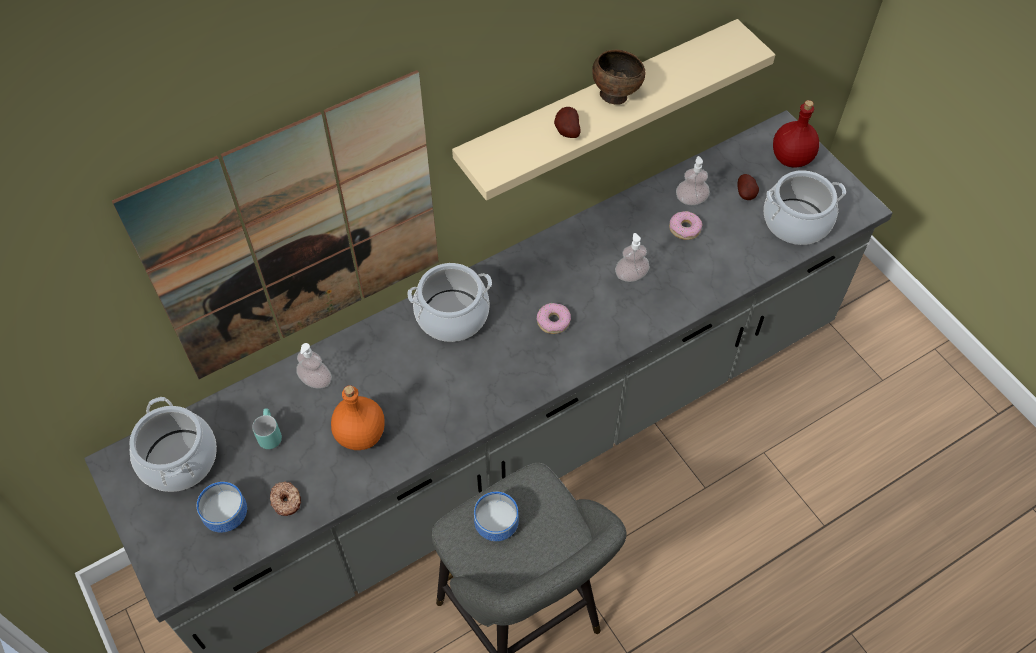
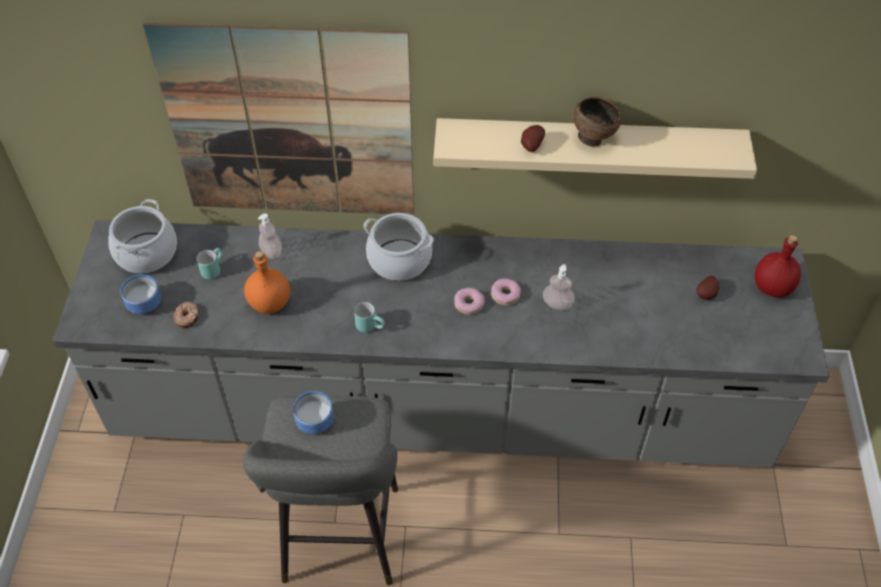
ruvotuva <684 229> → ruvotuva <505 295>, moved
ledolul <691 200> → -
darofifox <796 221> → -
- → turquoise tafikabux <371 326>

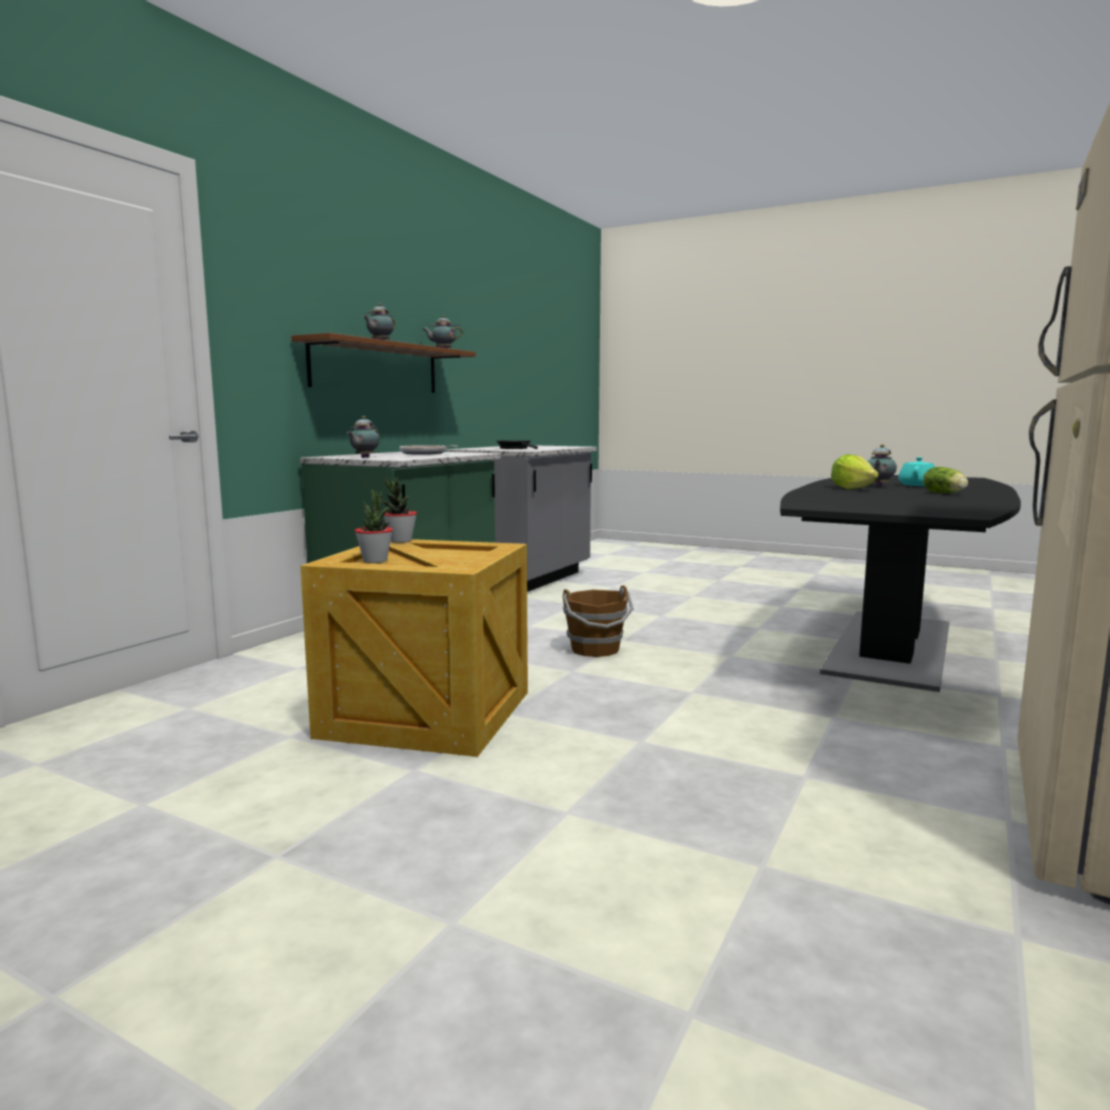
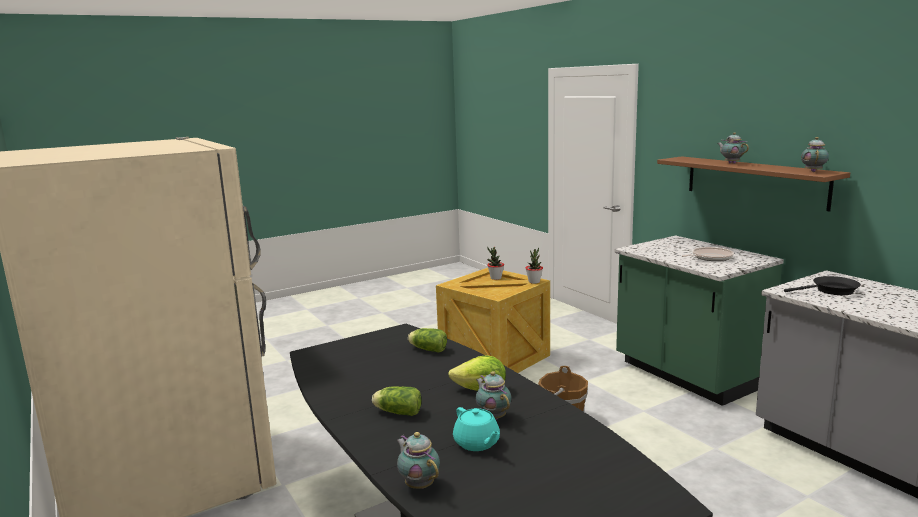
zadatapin <364 458> → zadatapin <418 485>, moved
- → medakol <427 349>

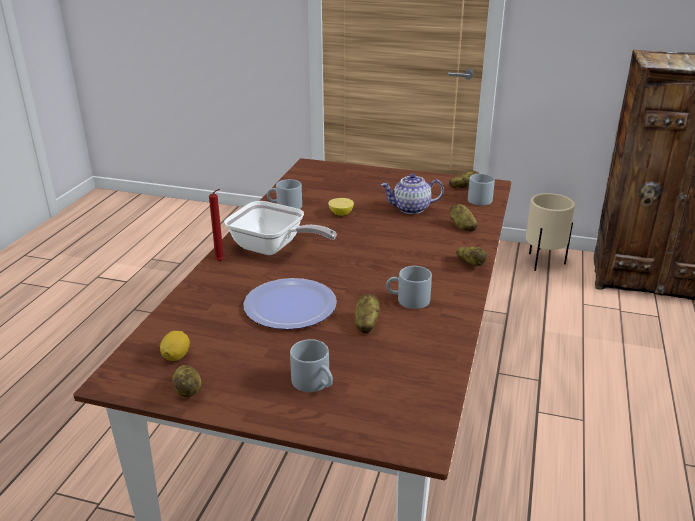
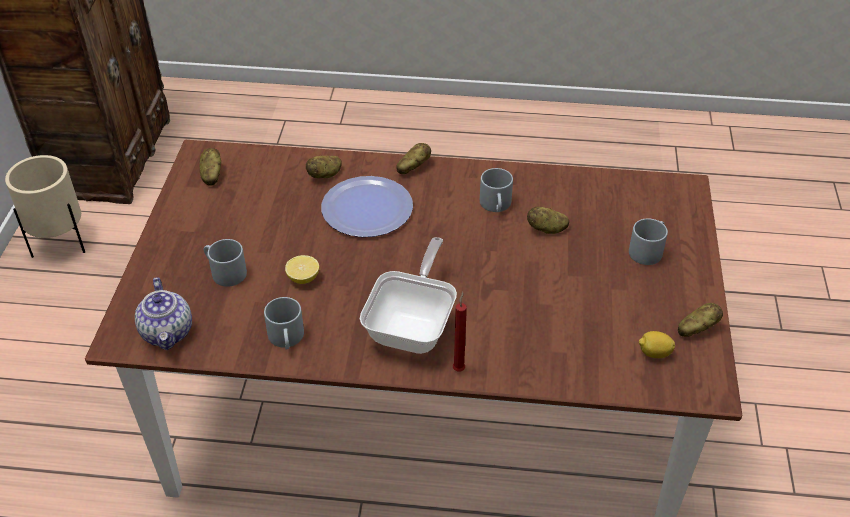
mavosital <290 305> → mavosital <367 208>, moved
zadatapin <411 209> → zadatapin <168 333>, moved
grey tafikabux <482 199> → grey tafikabux <224 272>, moved

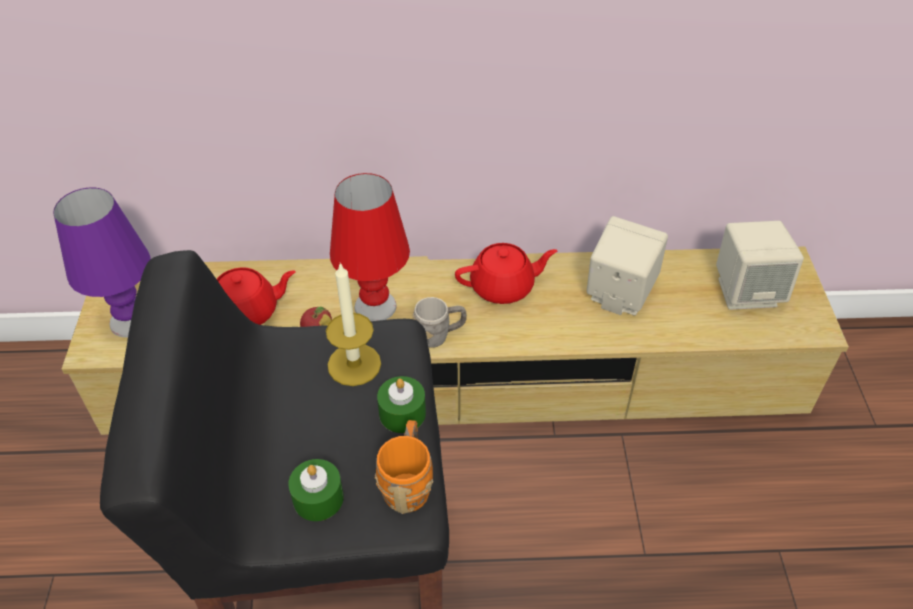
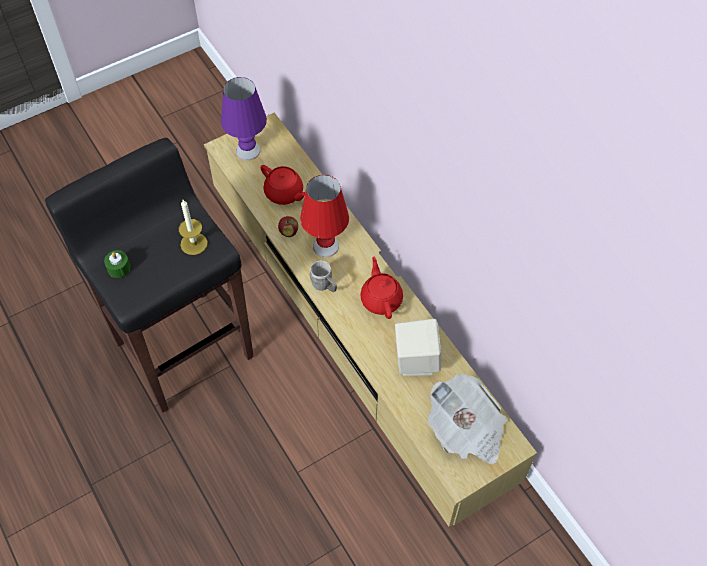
orange tafikabux <408 482> → -
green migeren <402 413> → -
red zadatapin <503 287> → red zadatapin <381 299>, 150 degrees counterclockwise
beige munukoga <747 292> → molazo <466 430>

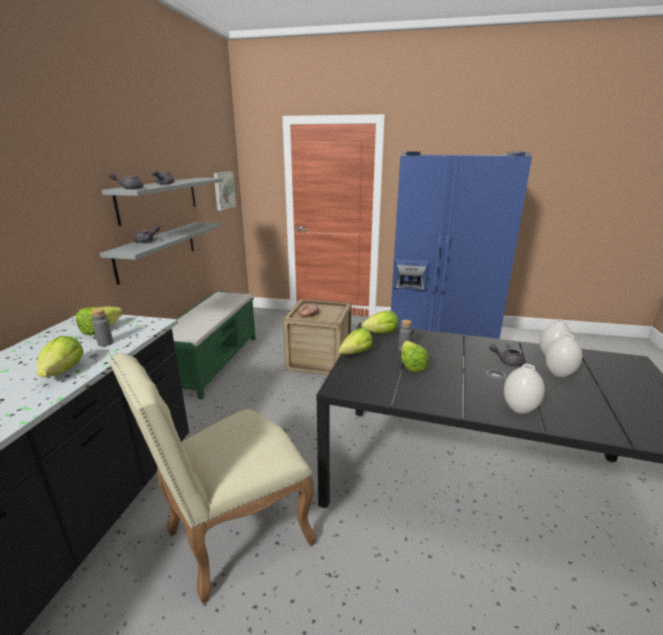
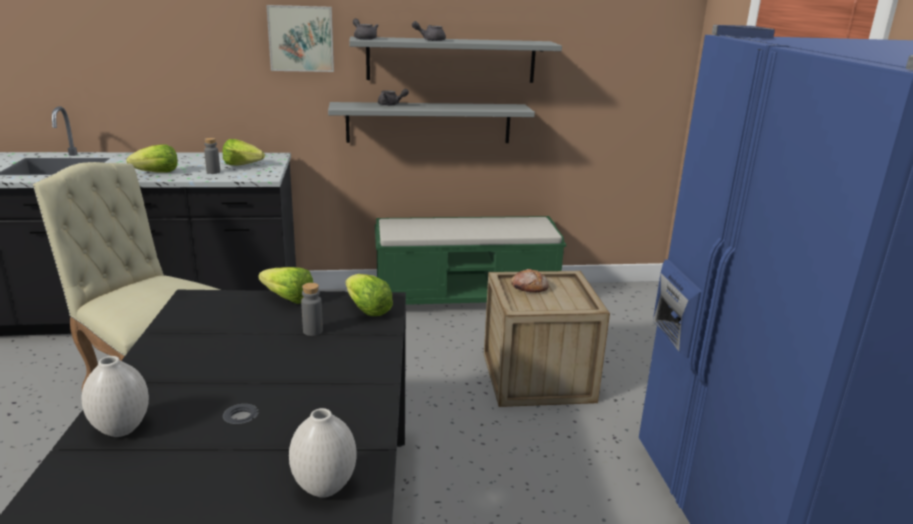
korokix <223 190> → korokix <301 38>, moved
medakol <411 364> → -
grey zadatapin <507 361> → -
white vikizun <558 373> → -

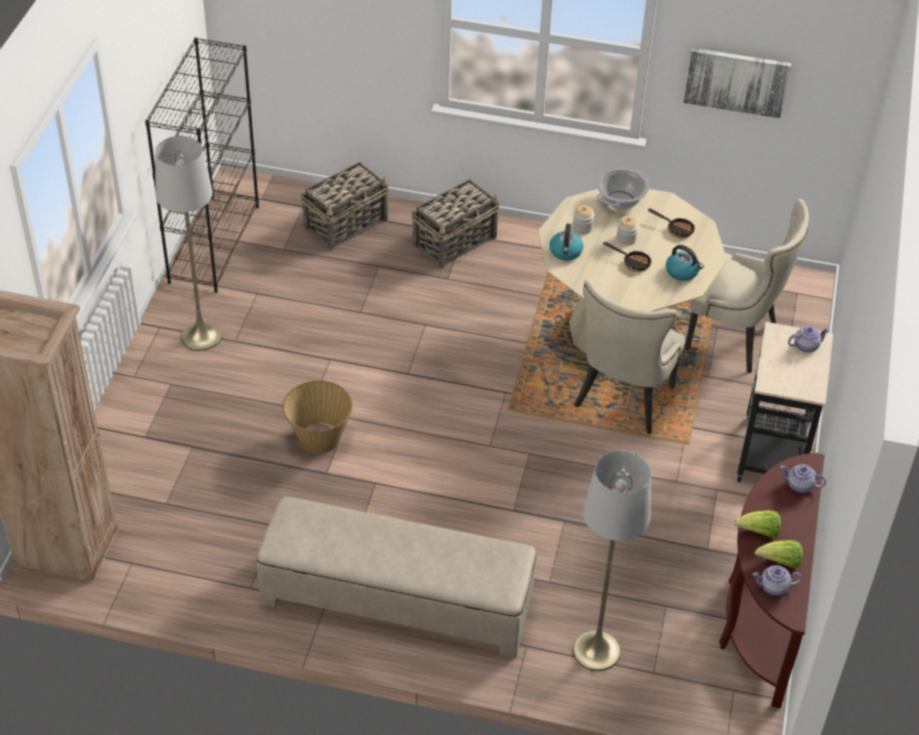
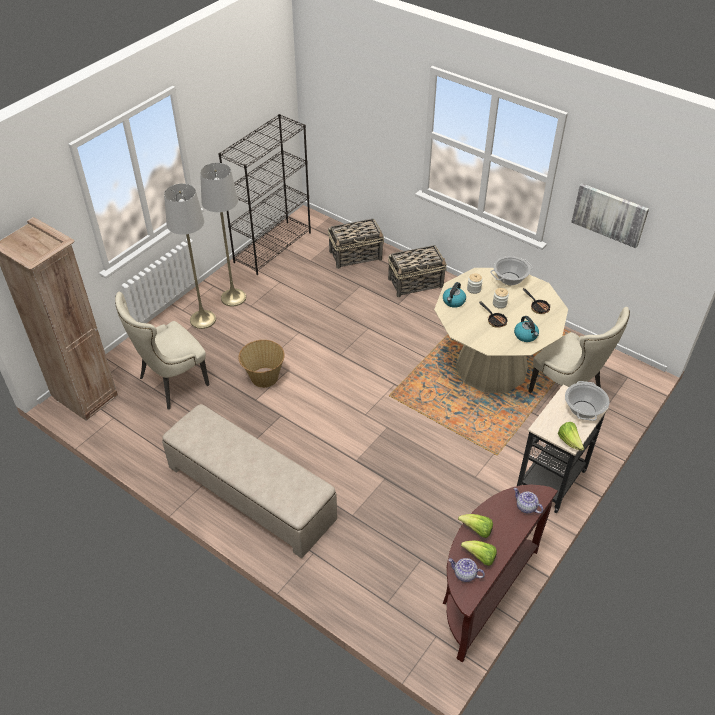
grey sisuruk <596 651> → grey sisuruk <203 319>, moved
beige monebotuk <623 399> → beige monebotuk <172 383>, moved
zadatapin <806 346> → darofifox <583 409>
- → medakol <569 441>

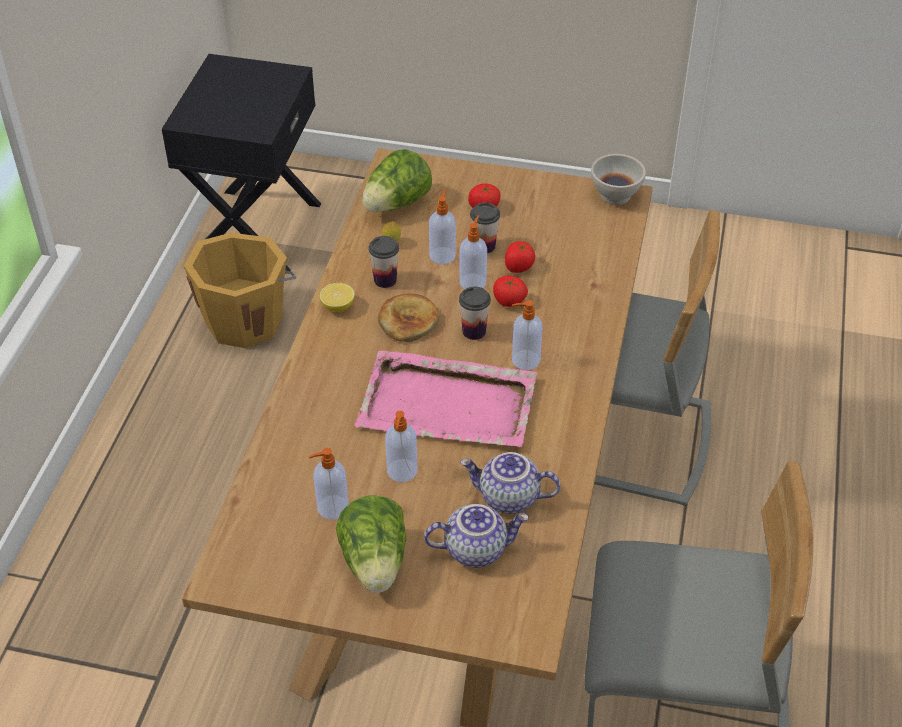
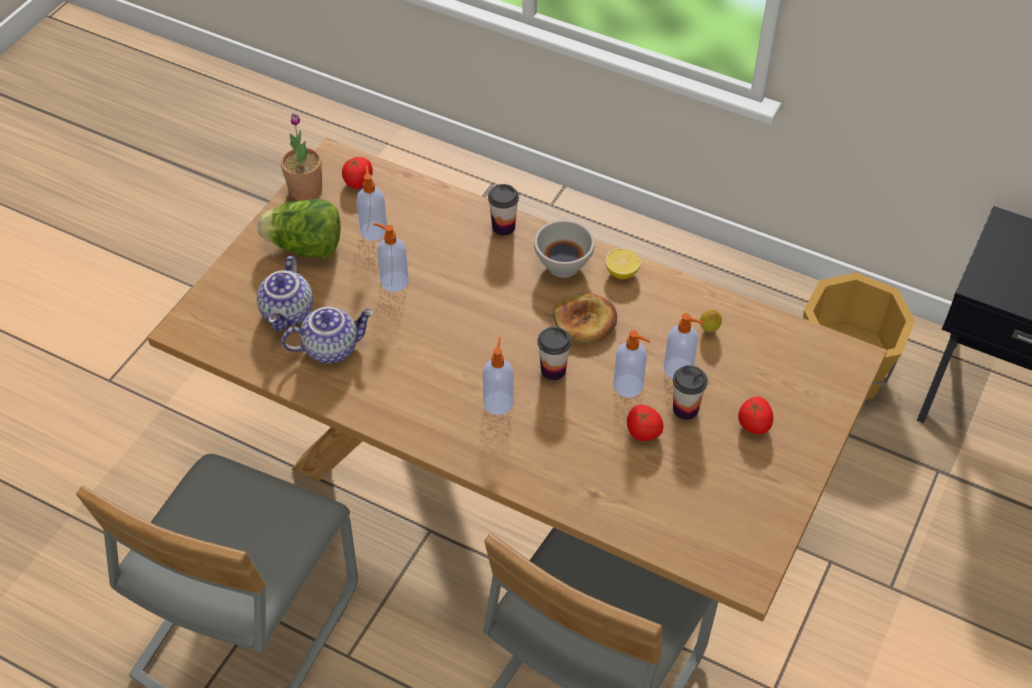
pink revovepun <449 404> → -
medakol <396 204> → -
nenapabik <385 280> → nenapabik <503 227>, moved
zadatapin <508 498> → zadatapin <331 347>, 45 degrees clockwise
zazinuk <508 301> → zazinuk <358 182>, moved
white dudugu <616 195> → white dudugu <563 266>, moved
- → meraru <305 190>

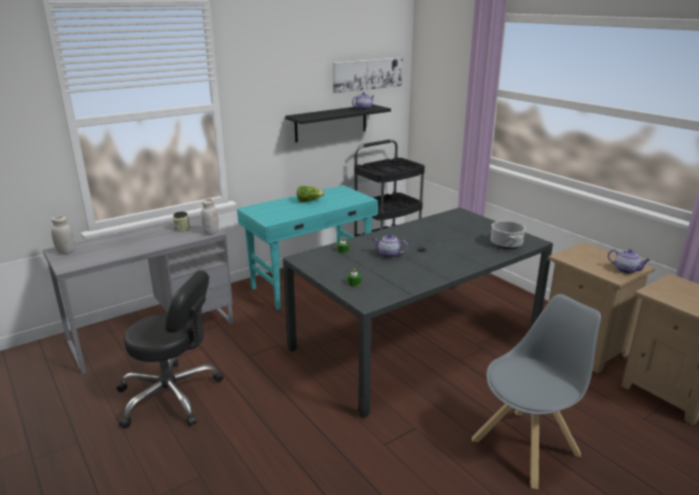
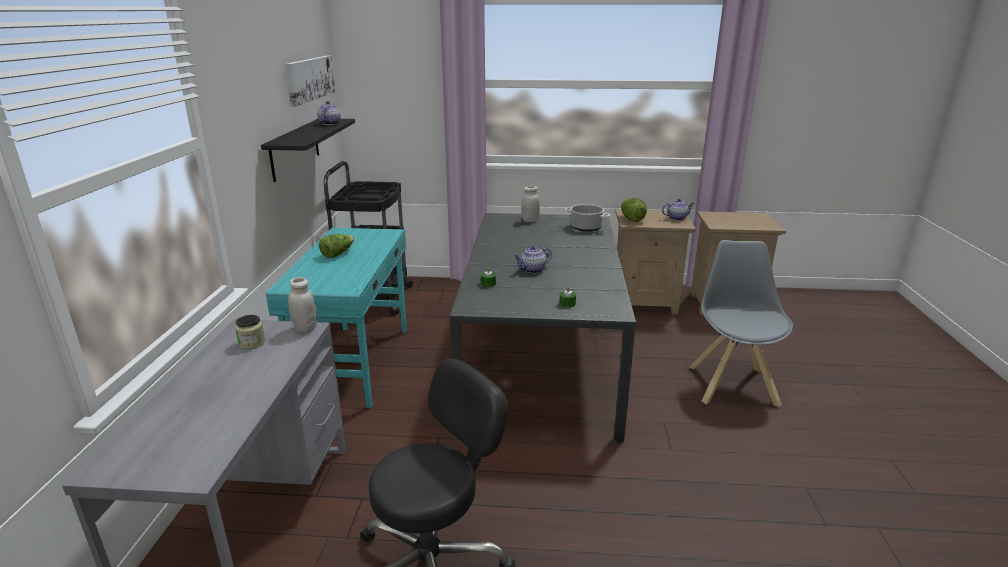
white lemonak <66 252> → white lemonak <530 220>, moved
- → medakol <631 219>

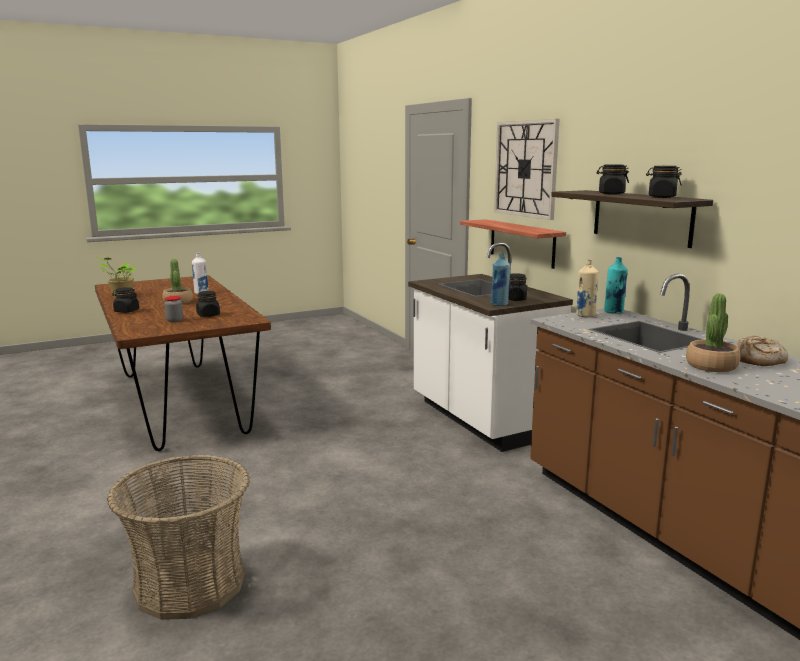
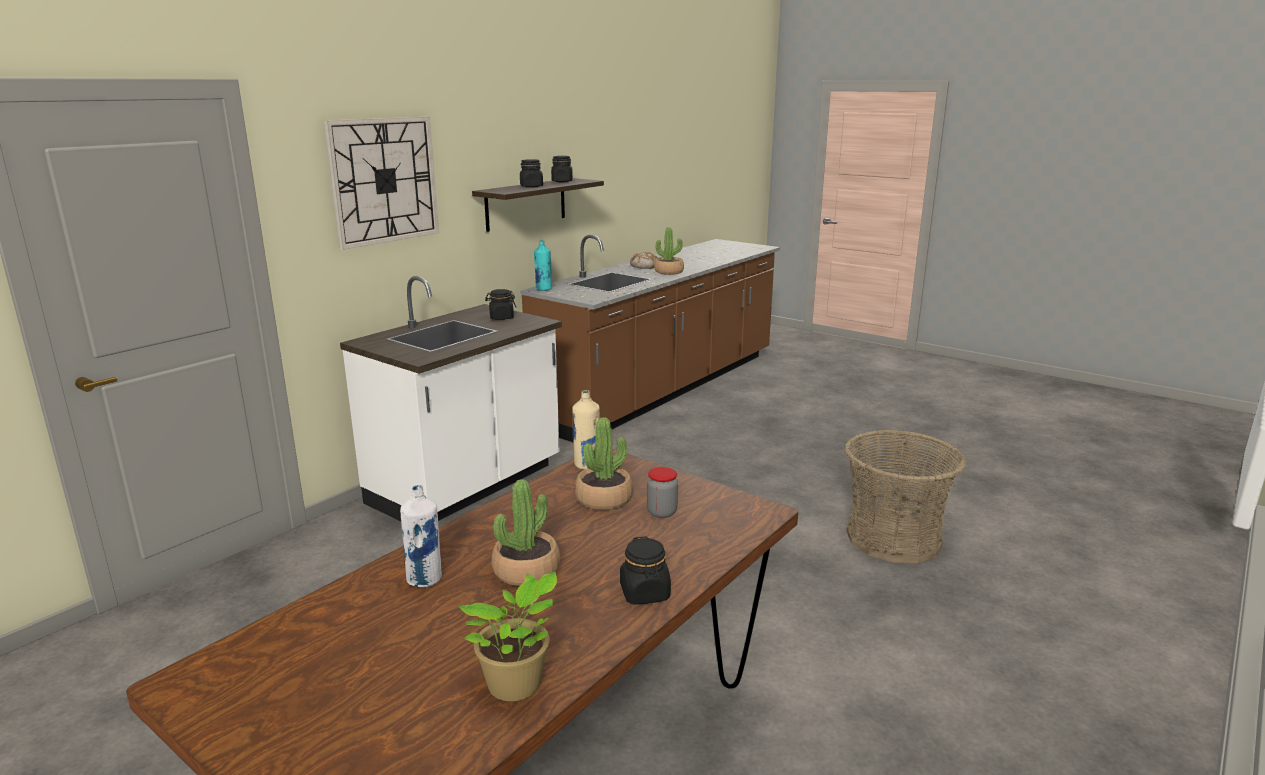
black lemonak <208 315> → meraru <604 499>
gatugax <521 243> → -
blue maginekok <499 304> → -
beige maginekok <585 315> → beige maginekok <587 465>, moved

